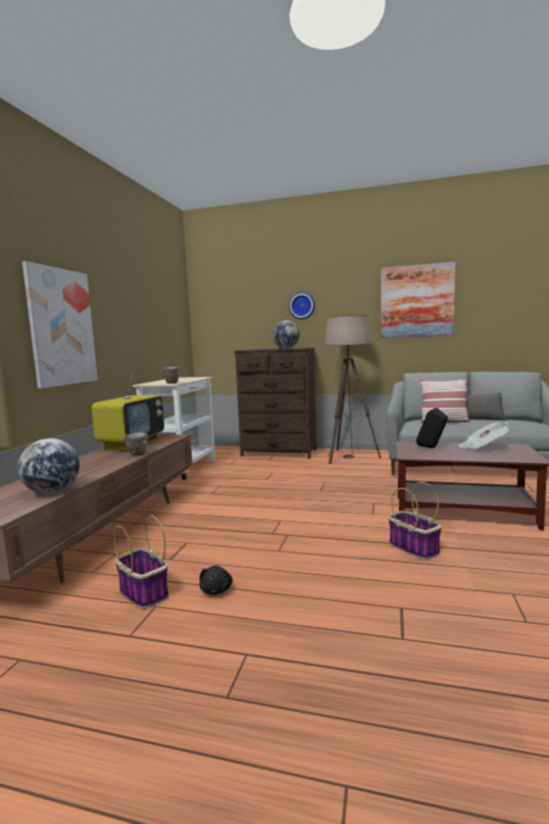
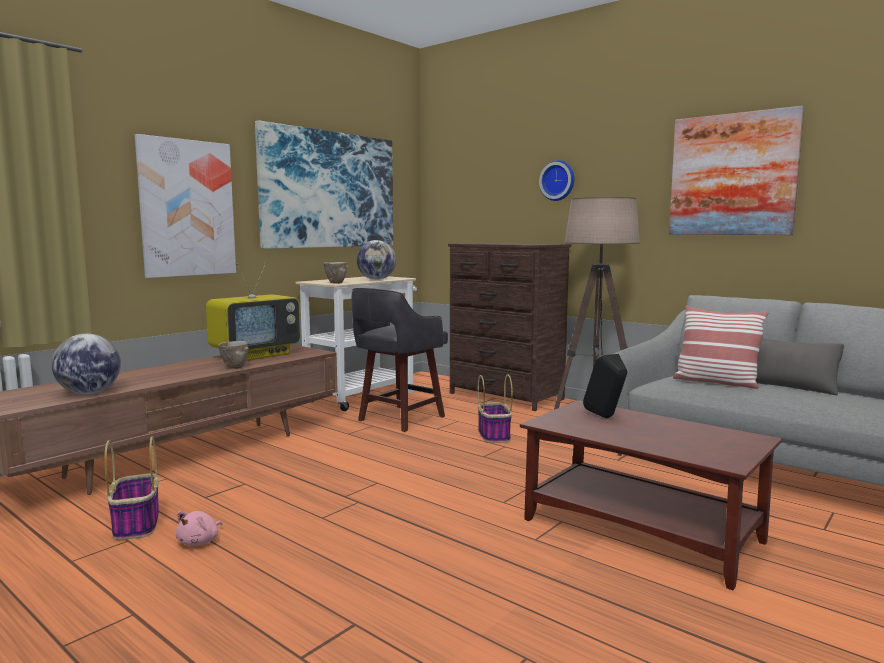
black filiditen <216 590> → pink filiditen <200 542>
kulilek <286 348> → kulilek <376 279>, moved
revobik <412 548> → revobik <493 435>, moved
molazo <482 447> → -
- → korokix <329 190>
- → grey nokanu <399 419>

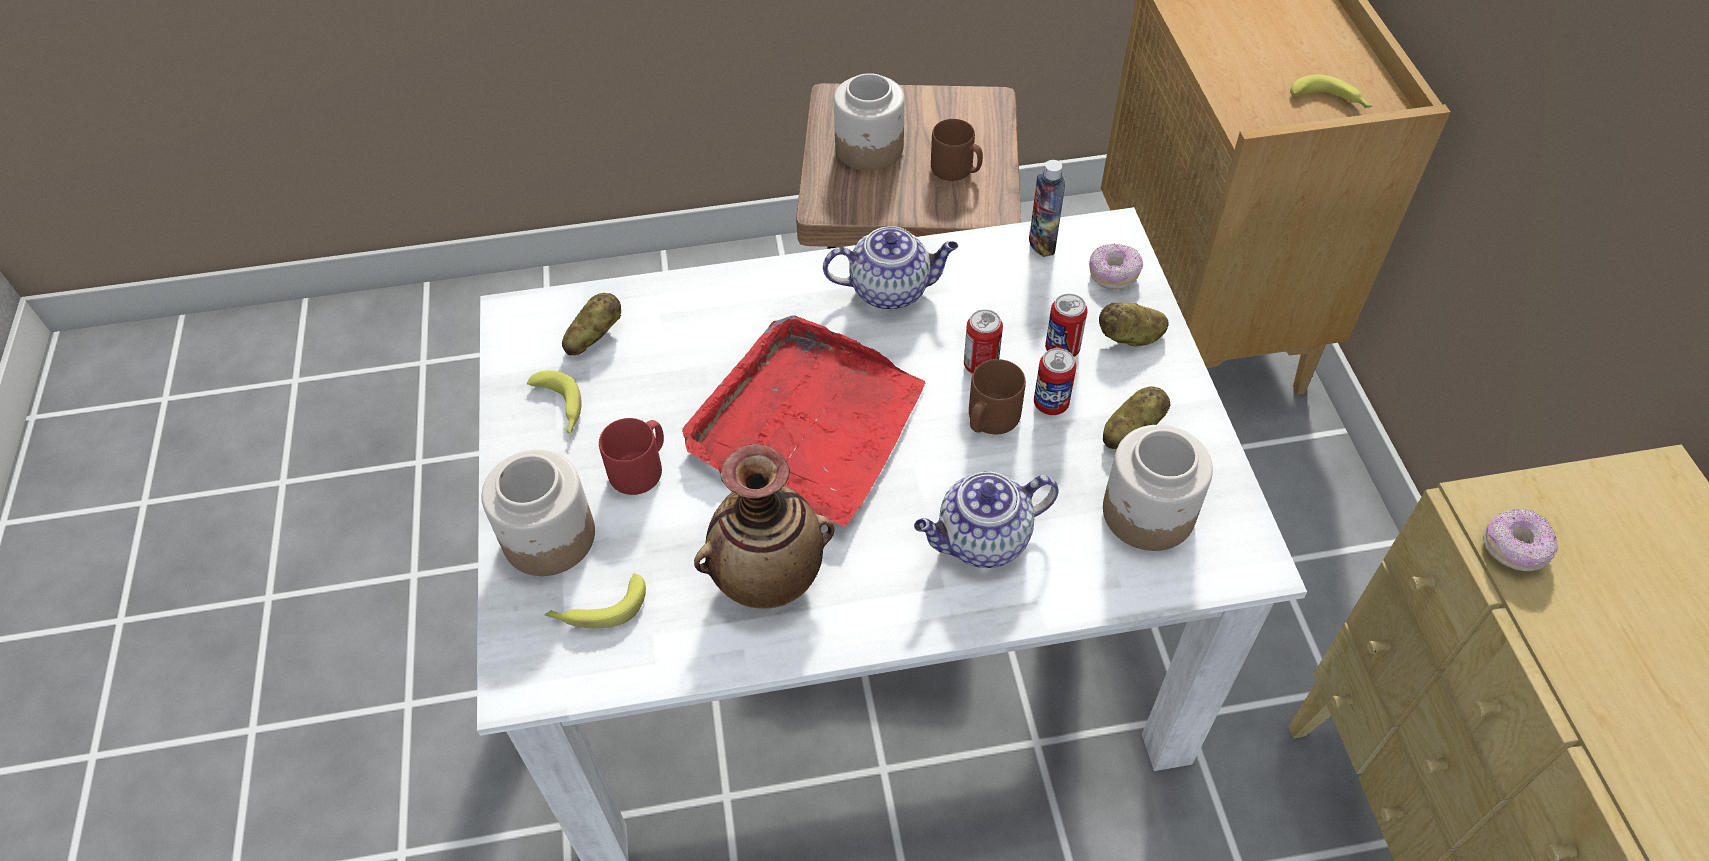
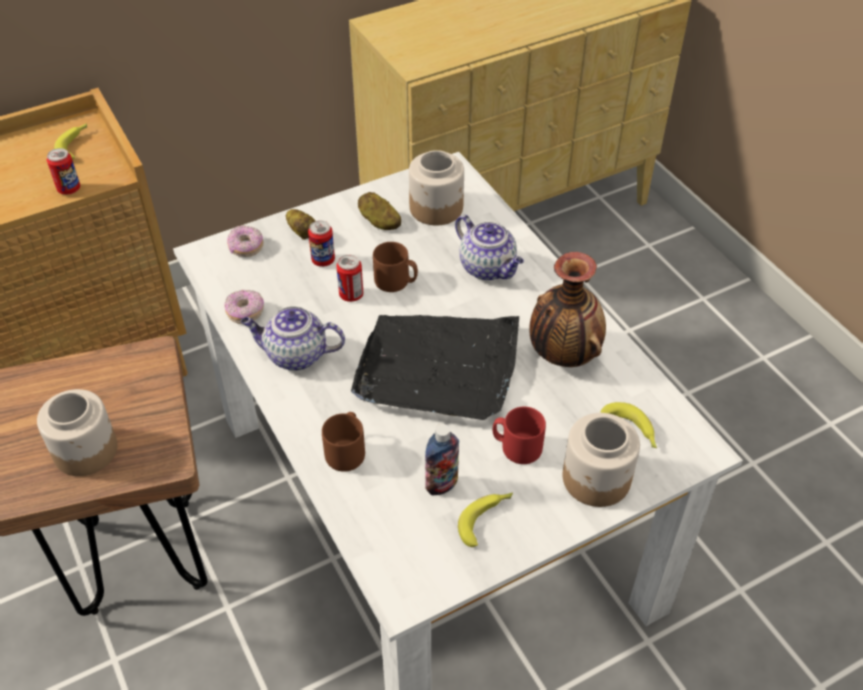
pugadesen <594 337> → -
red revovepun <807 425> → black revovepun <438 368>
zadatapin <891 290> → zadatapin <295 355>, 60 degrees counterclockwise
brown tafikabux <956 170> → brown tafikabux <346 451>, moved
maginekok <1042 243> → maginekok <441 484>, moved
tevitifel <1051 403> → tevitifel <69 189>, moved
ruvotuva <1514 549> → ruvotuva <245 312>, moved

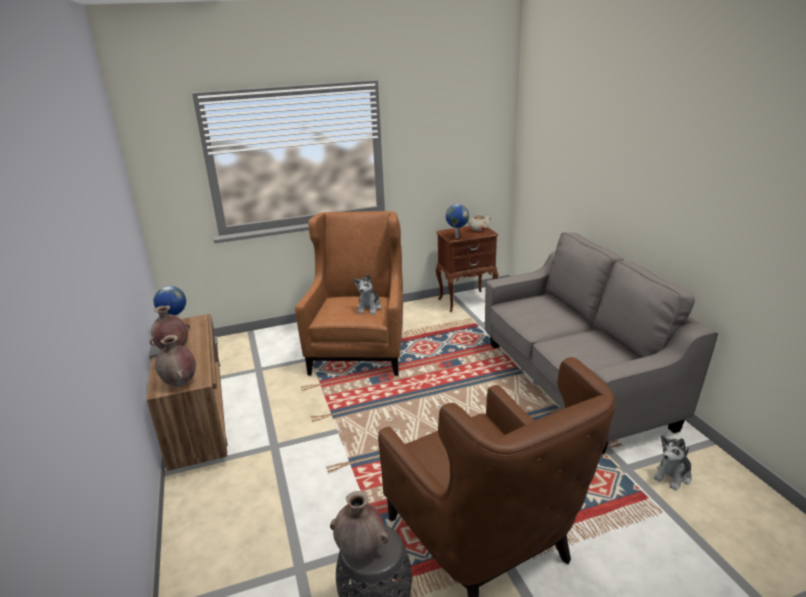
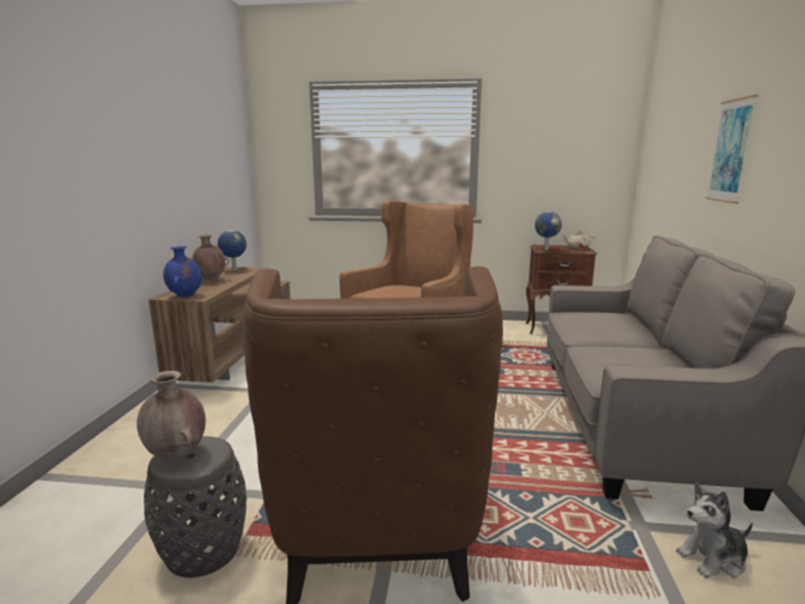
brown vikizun <180 383> → blue vikizun <185 296>
filiditen <369 308> → -
- → korokix <730 151>

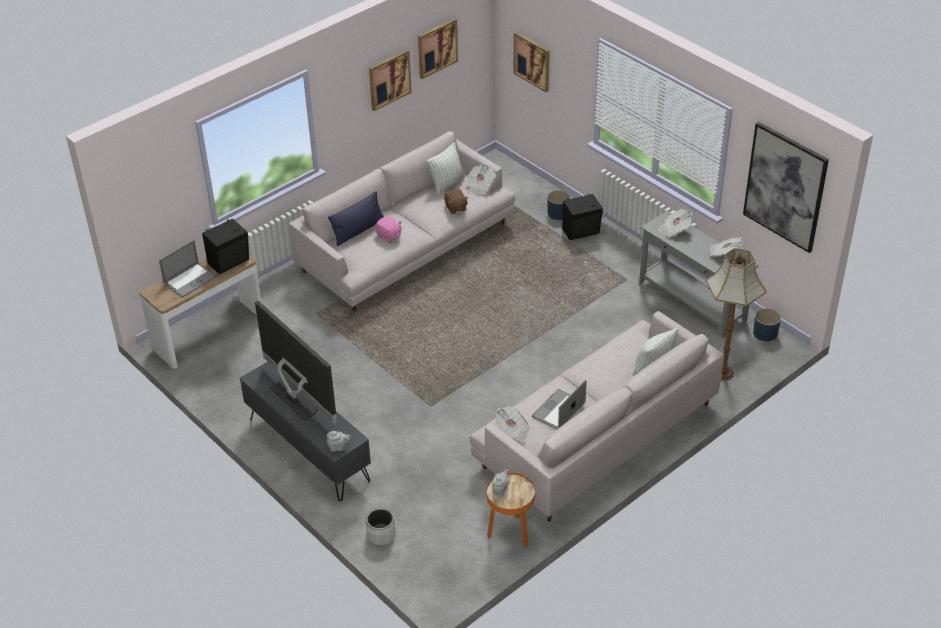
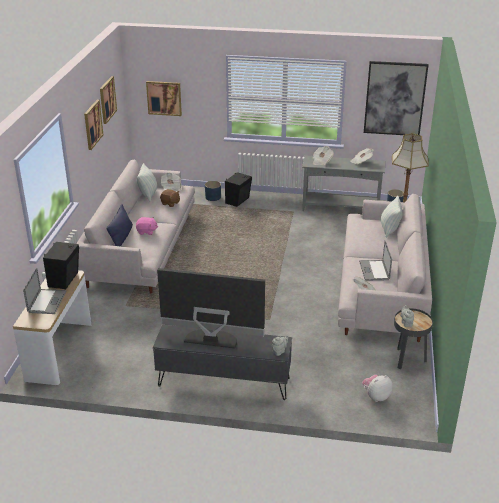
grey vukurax <381 535> → -
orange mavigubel <510 533> → black mavigubel <408 359>
- → filiditen <376 396>

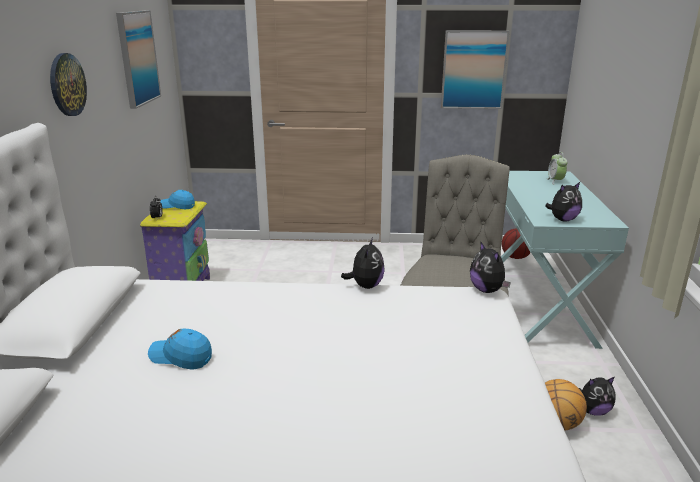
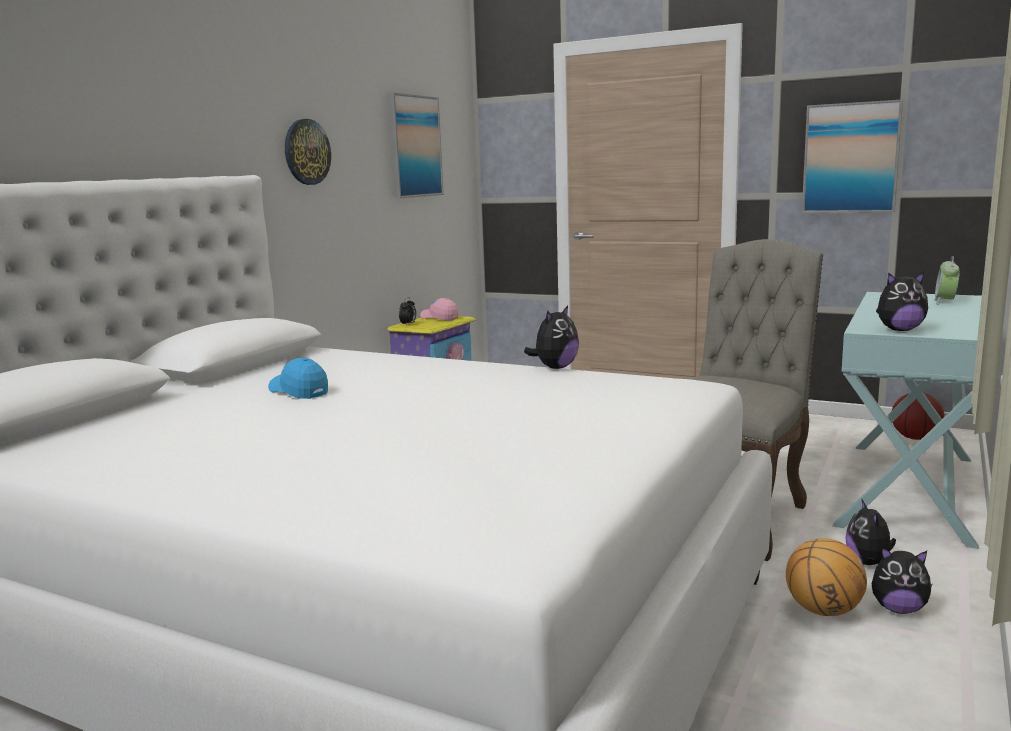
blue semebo <178 206> → pink semebo <440 318>
filiditen <487 290> → filiditen <869 562>, moved

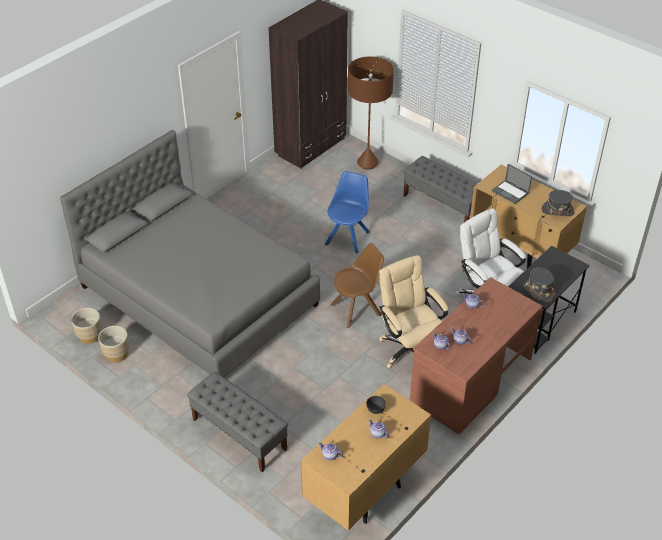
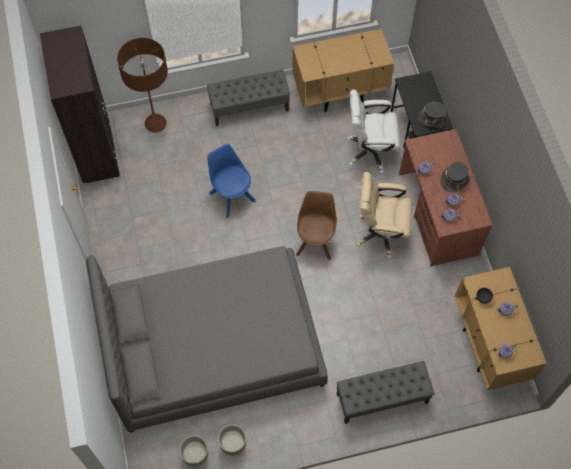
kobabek <510 192> → -
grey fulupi <557 211> → grey fulupi <454 180>, moved

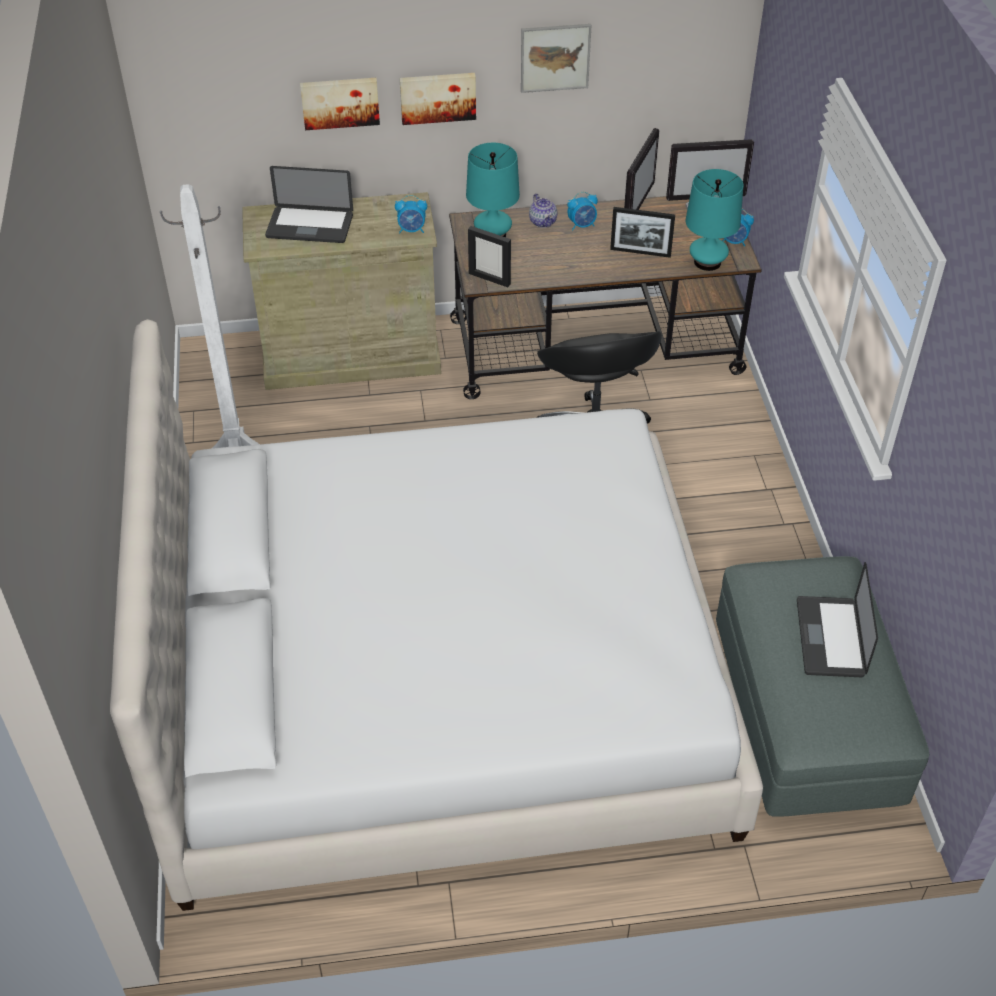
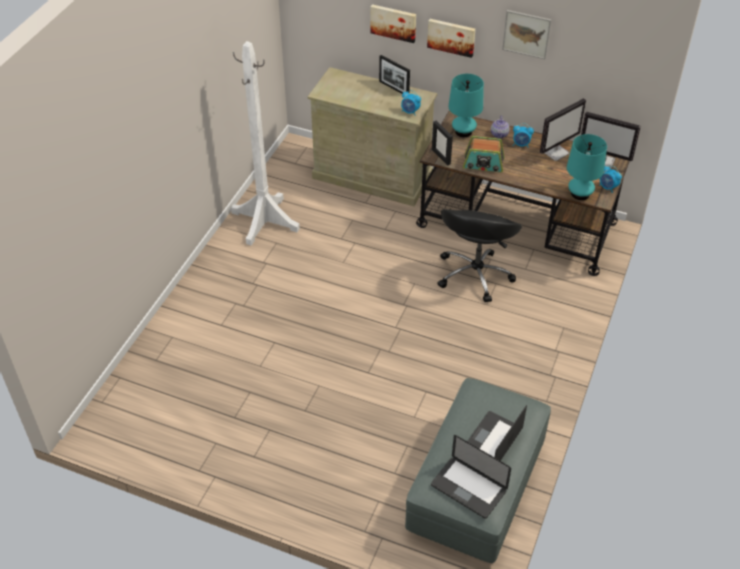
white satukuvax <440 680> → -
kobabek <310 226> → kobabek <468 488>, moved
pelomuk <640 252> → pelomuk <394 88>, moved
- → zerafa <483 163>

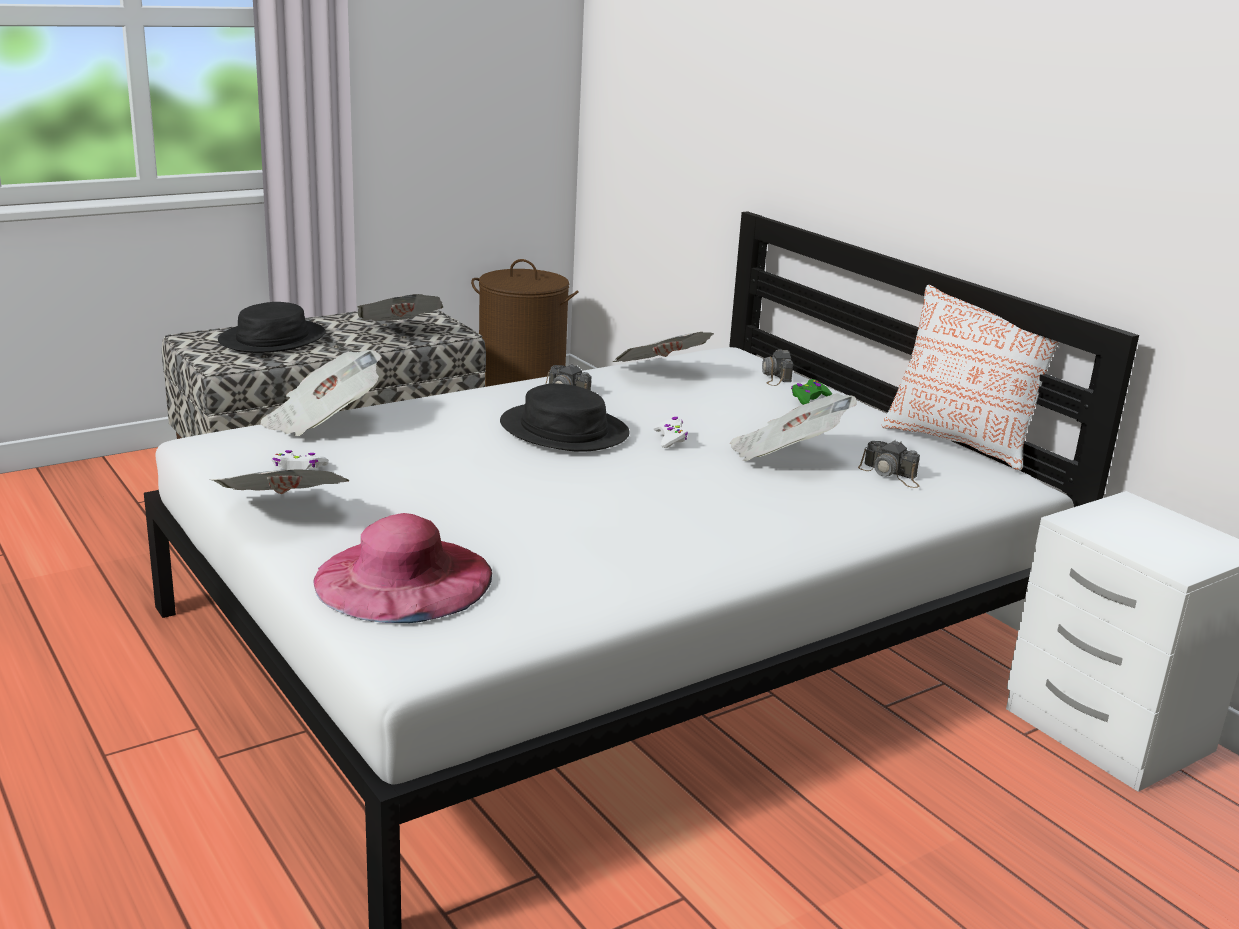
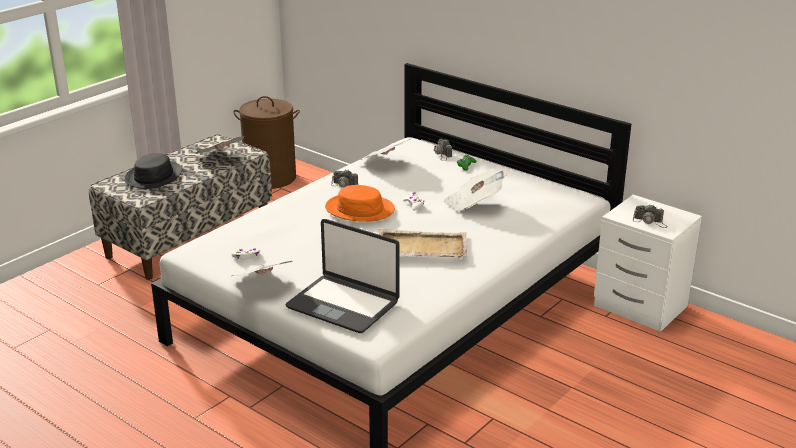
molazo <322 422> → -
pink fulupi <404 578> → kobabek <343 304>
black fulupi <564 430> → orange fulupi <360 209>
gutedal <891 474> → gutedal <650 222>, moved
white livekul <959 444> → -
- → beige revovepun <421 247>

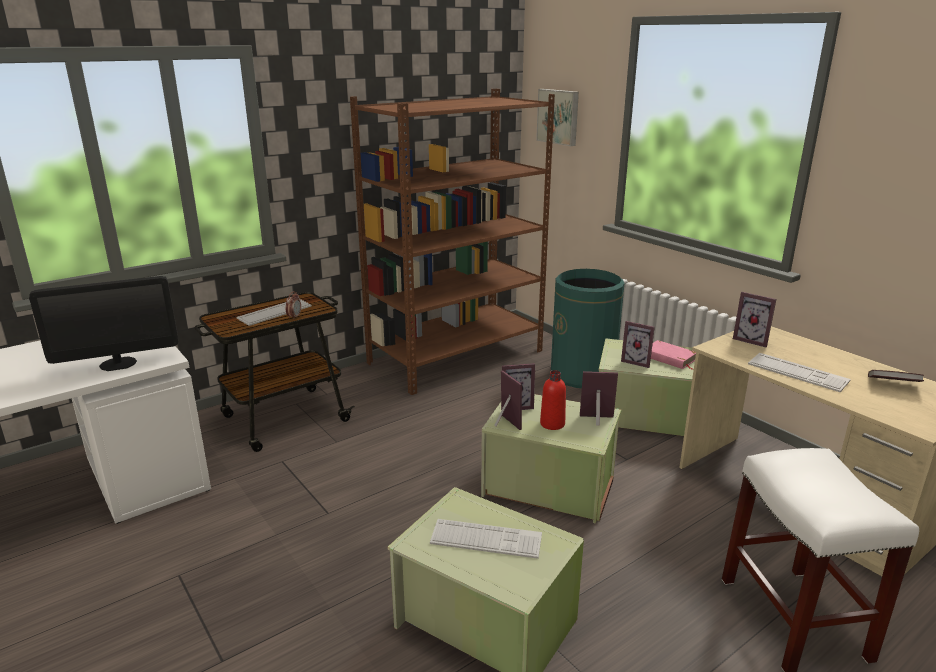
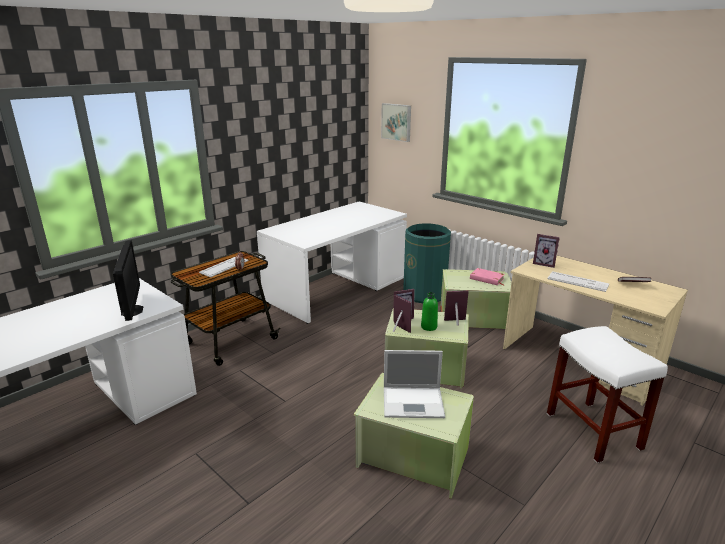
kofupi <118 364> → kofupi <132 311>, 75 degrees counterclockwise
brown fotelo <456 357> → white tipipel <336 289>
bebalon <486 539> → kobabek <414 402>
red maginekok <552 424> → green maginekok <429 327>
pelomuk <637 361> → -

